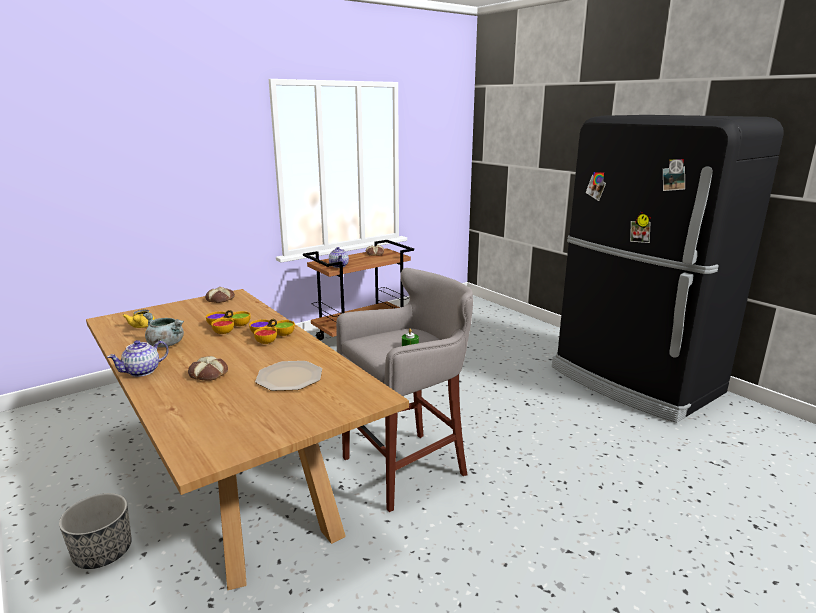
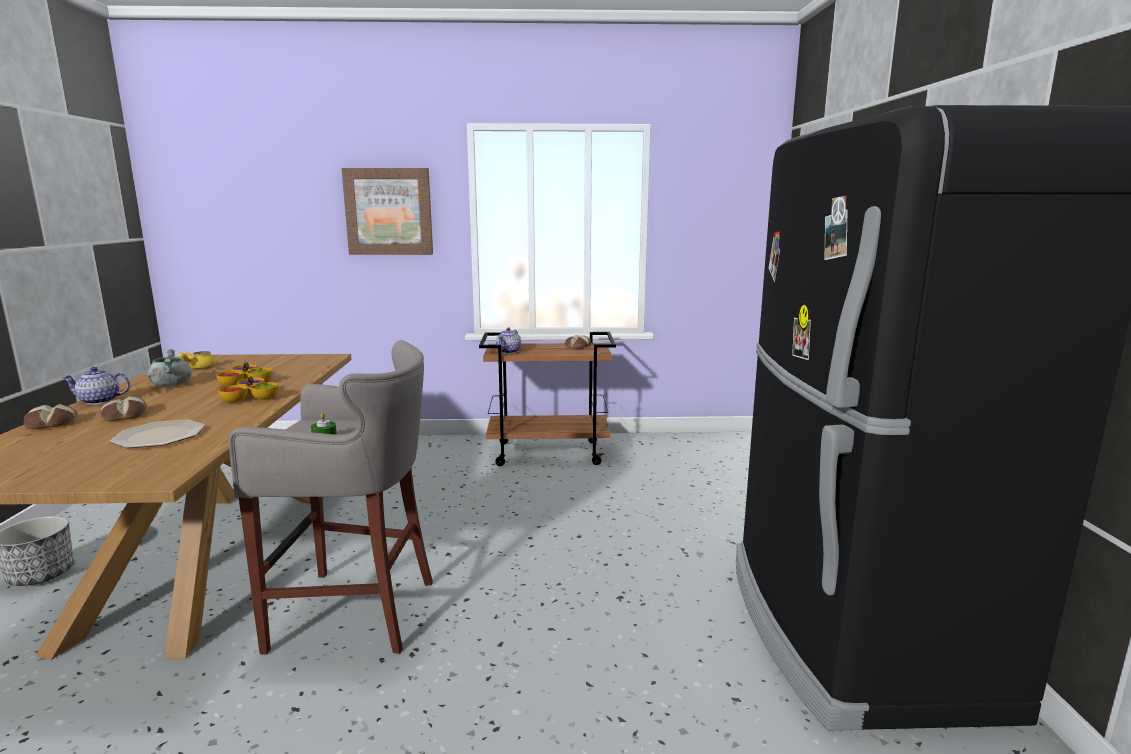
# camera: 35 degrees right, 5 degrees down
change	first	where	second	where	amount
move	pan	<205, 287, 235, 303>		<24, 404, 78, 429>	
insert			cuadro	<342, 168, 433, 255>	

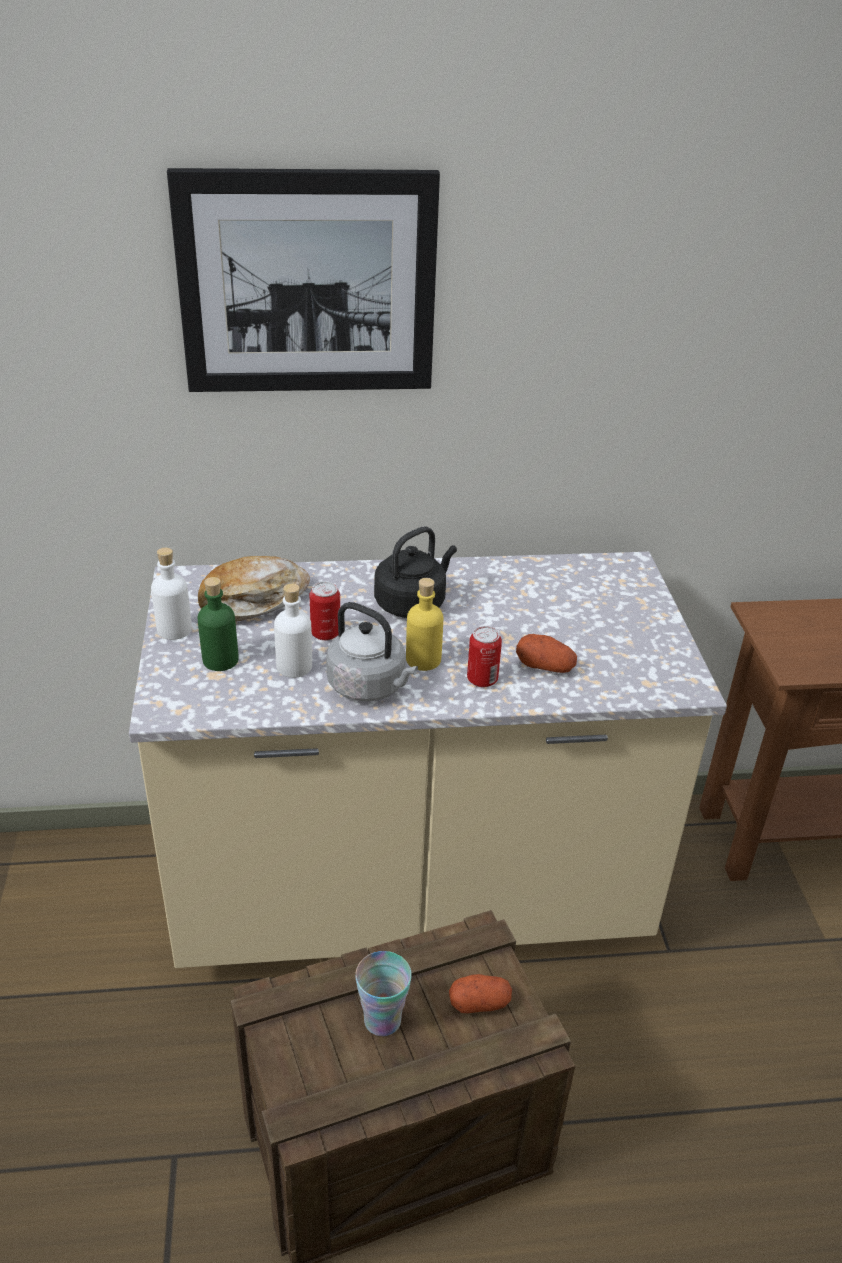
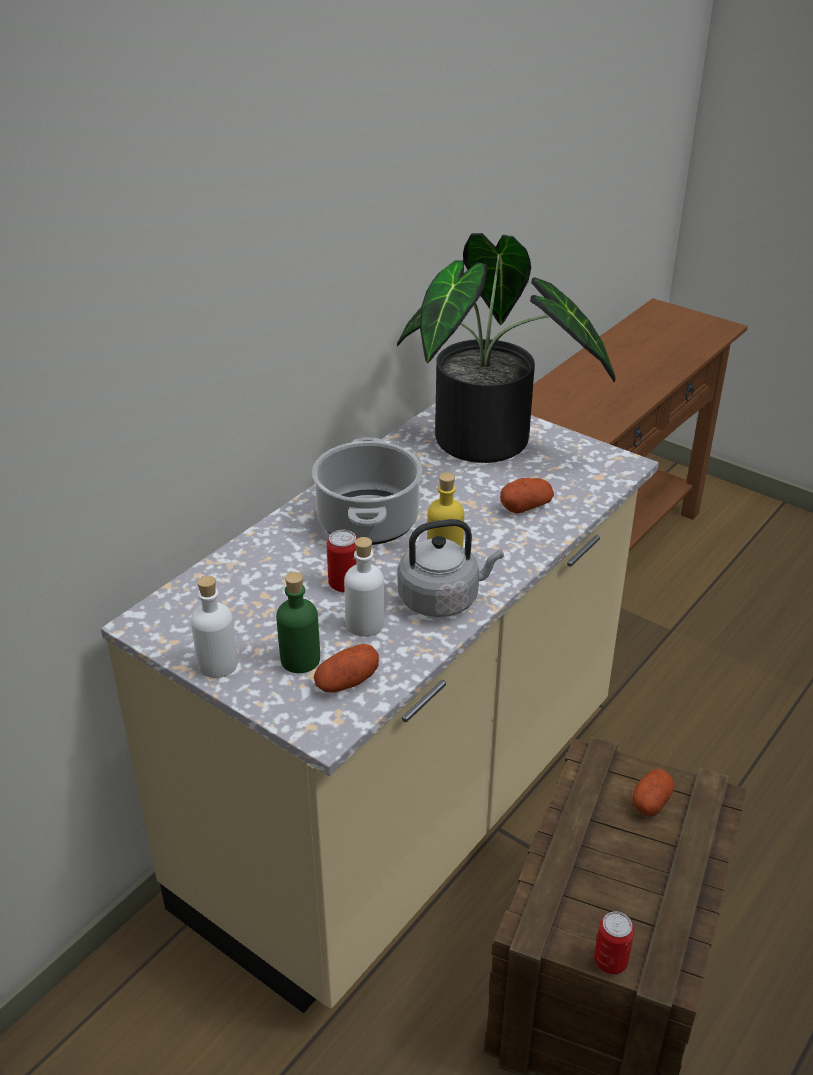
# camera: 45 degrees left, 0 degrees up
change	first	where	second	where	amount
replace	hervidor (negro)	<374, 526, 457, 618>	olla	<312, 437, 422, 545>	
insert			patata	<314, 644, 379, 693>	
insert			planta en maceta	<397, 233, 616, 463>	
move	lata	<467, 626, 502, 688>		<594, 911, 634, 974>	
delete	cuadro	<167, 168, 440, 392>			
delete	pan	<198, 556, 310, 622>			
delete	taza	<355, 951, 412, 1036>			

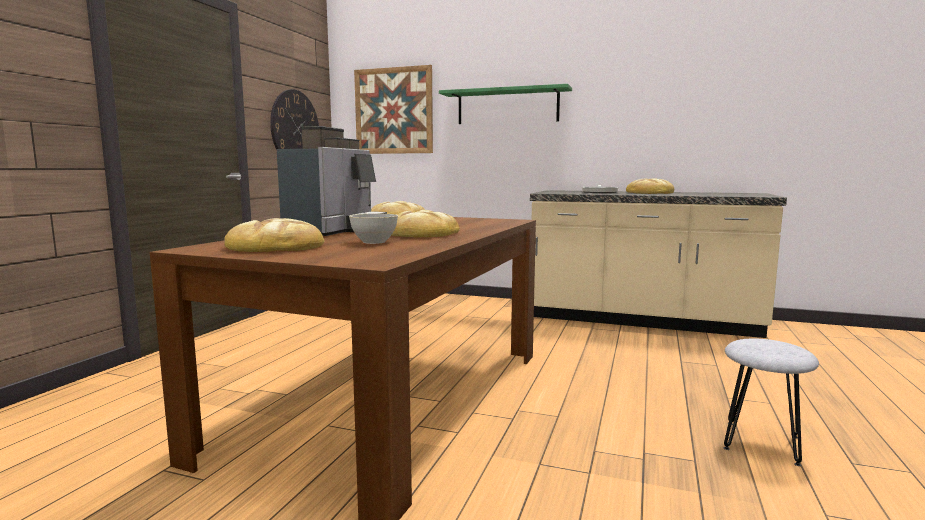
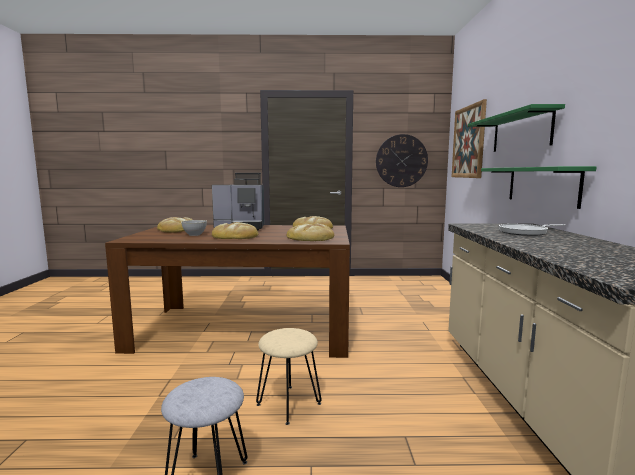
# camera: 70 degrees right, 0 degrees up
change	first	where	second	where	amount
insert			taburete (beis)	<256, 328, 322, 425>	
move	pan	<626, 178, 674, 194>		<286, 224, 334, 241>	
insert			estante (verde)	<481, 166, 596, 209>	

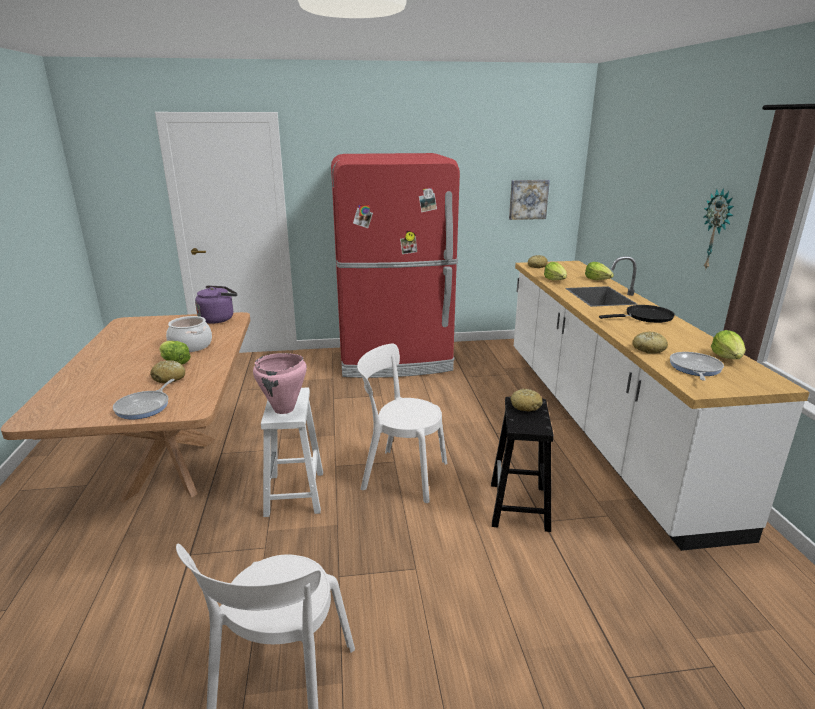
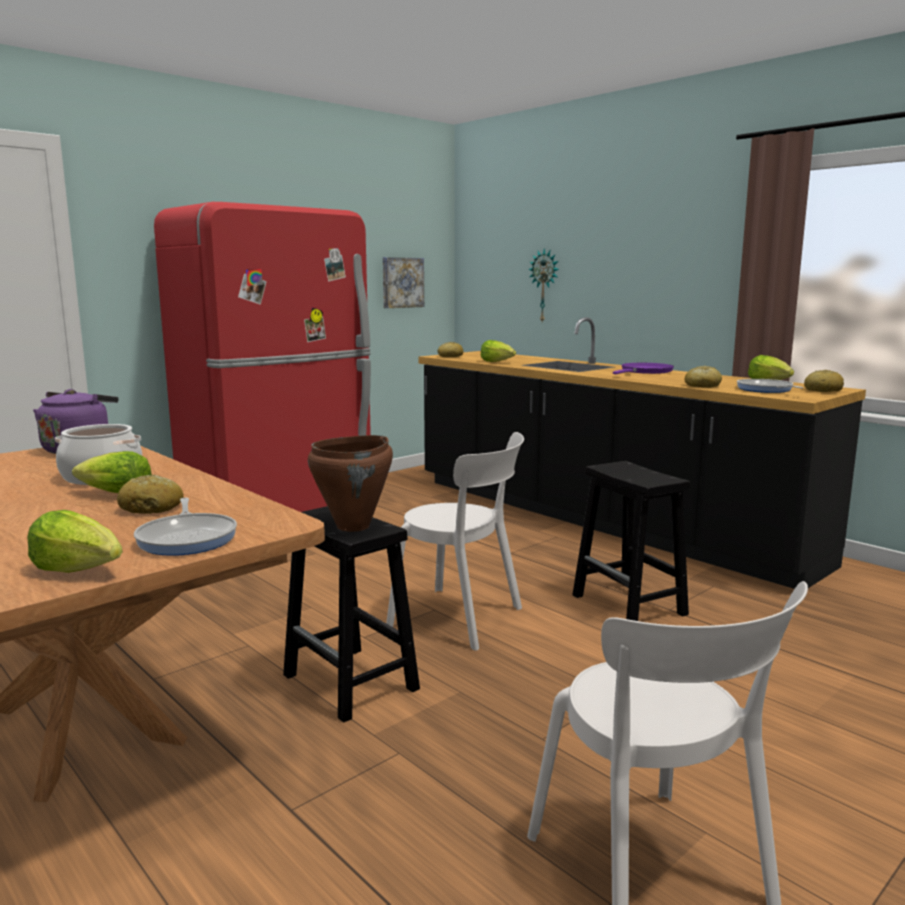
# camera: 35 degrees left, 10 degrees down
change	first	where	second	where	amount
move	lechuga	<585, 262, 614, 280>		<27, 510, 123, 573>	
recolor	taburete (blanco)	<261, 388, 323, 517>	taburete (negro)	<283, 506, 420, 723>	
recolor	olla (rosa)	<253, 353, 307, 414>	olla (marrón)	<308, 435, 393, 532>	
rotate	silla (blanco)	<357, 344, 447, 503>		<386, 432, 524, 650>	135 degrees counterclockwise
recolor	mueble bajo de cocina (blanco)	<514, 256, 810, 551>	mueble bajo de cocina (negro)	<419, 317, 866, 589>	
move	reloj de pared	<704, 188, 734, 270>		<528, 248, 559, 322>	
recolor	sartén (negro)	<599, 305, 675, 323>	sartén (morado)	<613, 363, 674, 374>	
move	pan	<511, 389, 543, 412>		<804, 370, 844, 392>	

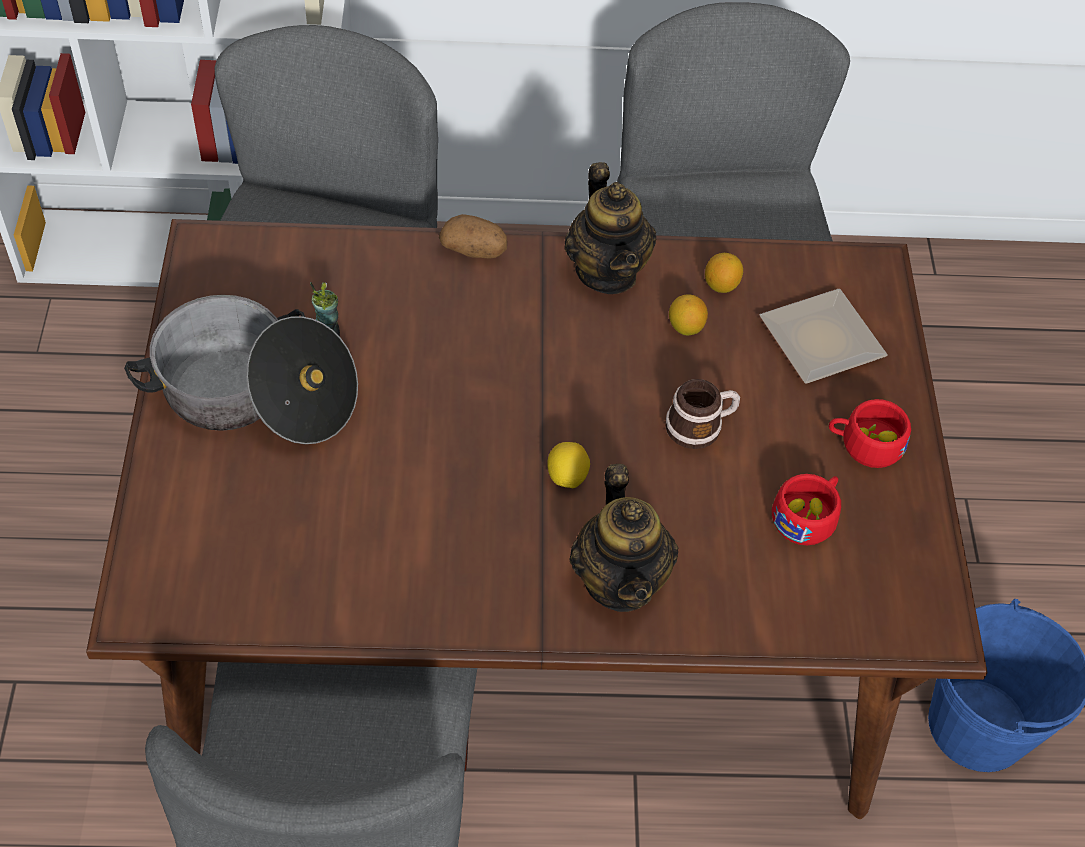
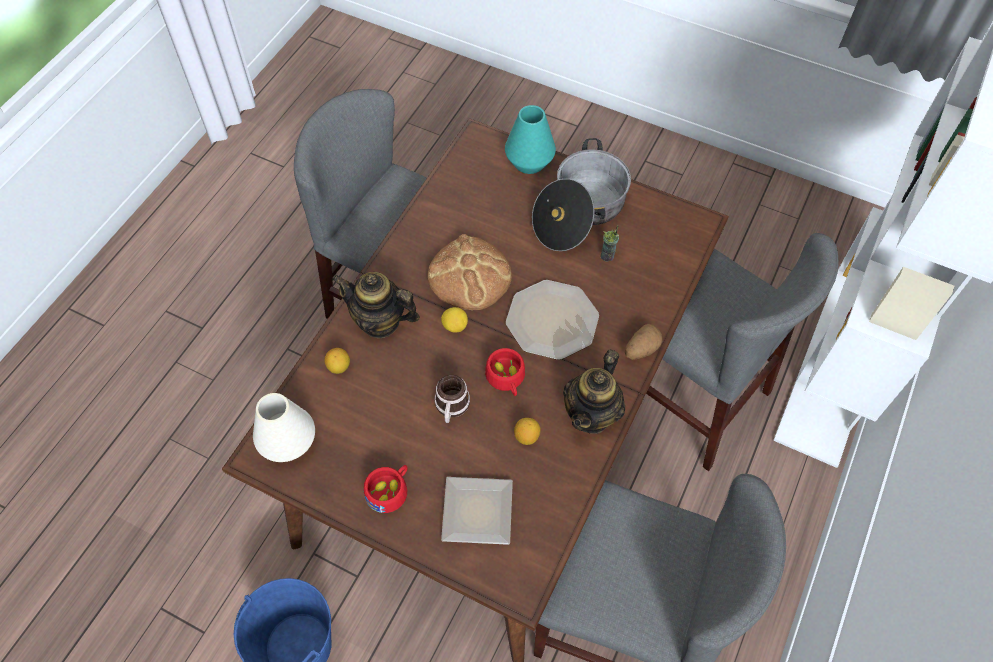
# camera: 120 degrees right, 5 degrees up
change	first	where	second	where	amount
insert			florero (blanco)	<253, 393, 315, 462>	
move	limón	<705, 253, 743, 293>		<324, 348, 350, 374>	
insert			pan	<427, 234, 512, 310>	
move	taza (rojo)	<772, 474, 841, 545>		<485, 348, 525, 396>	
insert			florero (turquesa)	<505, 105, 556, 174>	
insert			plato	<506, 280, 599, 360>	
rotate	tetera	<564, 162, 657, 294>		<563, 349, 625, 434>	75 degrees counterclockwise

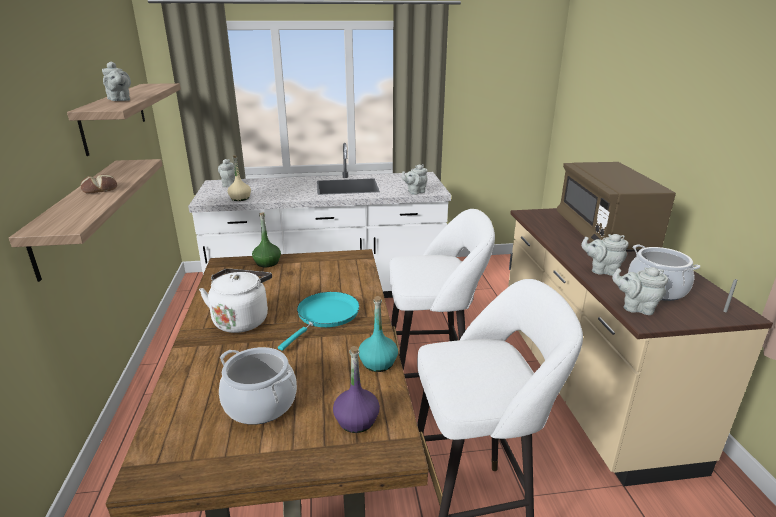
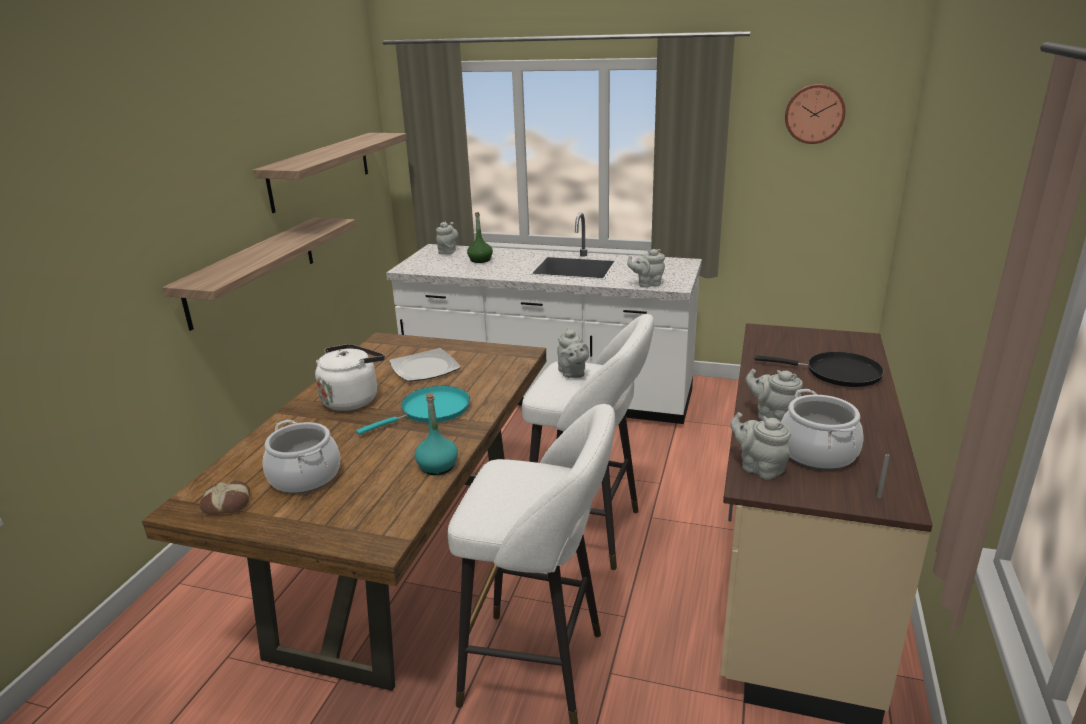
# camera: 25 degrees right, 0 degrees up
change	first	where	second	where	amount
move	pan	<81, 175, 117, 193>		<200, 480, 250, 514>	
insert			plato	<389, 348, 461, 382>	
move	botella (verde)	<252, 212, 281, 267>		<467, 212, 493, 263>	
move	tetera (gris)	<102, 62, 131, 101>		<557, 327, 589, 378>	
replace	microondas (marrón)	<557, 162, 676, 252>	sartén (negro)	<755, 352, 884, 387>	
insert			reloj de pared	<785, 84, 846, 144>	
delete	botella (beis)	<227, 155, 251, 201>			
delete	botella (morado)	<333, 346, 380, 433>			

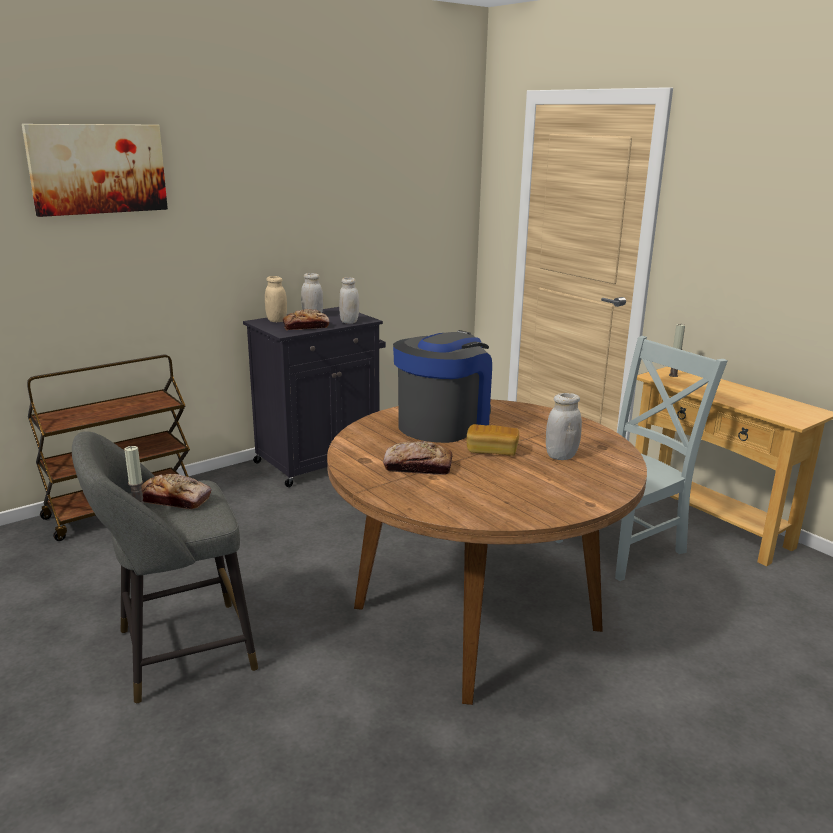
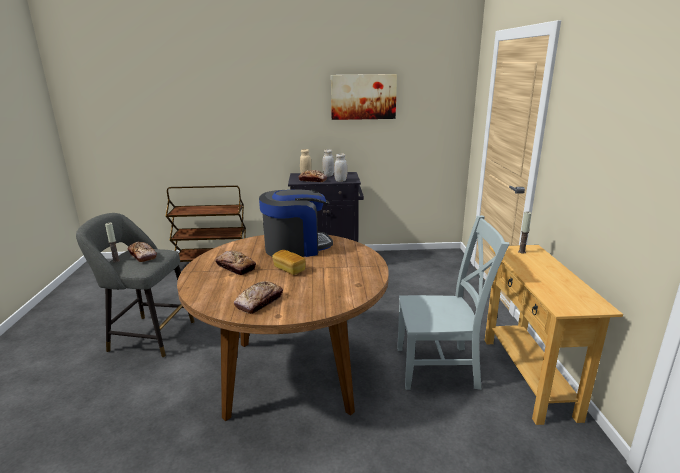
# camera: 35 degrees right, 0 degrees up
change	first	where	second	where	amount
insert			pan	<234, 281, 283, 314>	
move	cuadro	<22, 124, 168, 217>		<331, 74, 397, 120>	
delete	tarro (blanco)	<546, 393, 582, 460>			

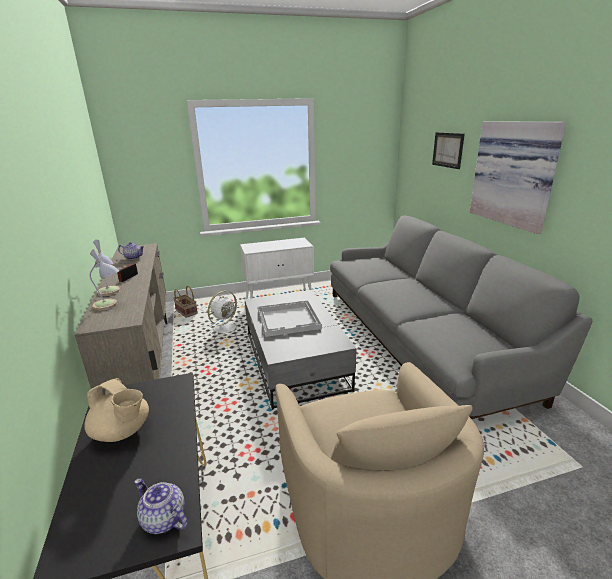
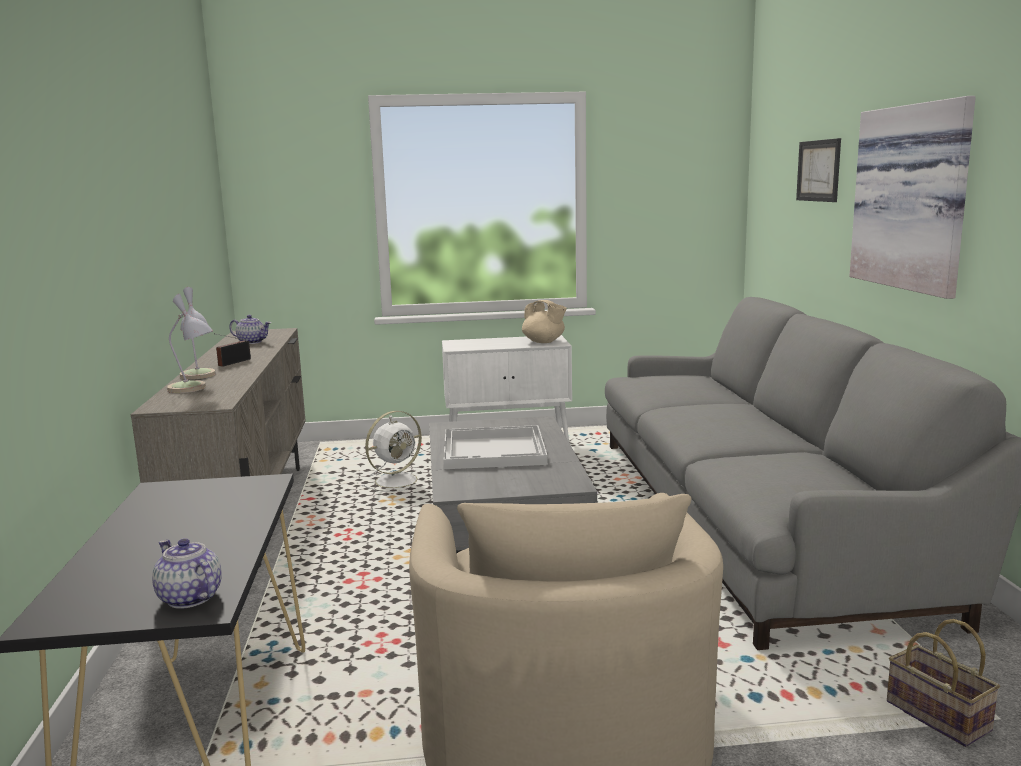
# camera: 10 degrees right, 10 degrees down
change	first	where	second	where	amount
move	tetera (beis)	<84, 378, 149, 442>		<522, 300, 567, 343>	
move	cesta	<173, 285, 198, 318>		<887, 619, 1000, 747>	

